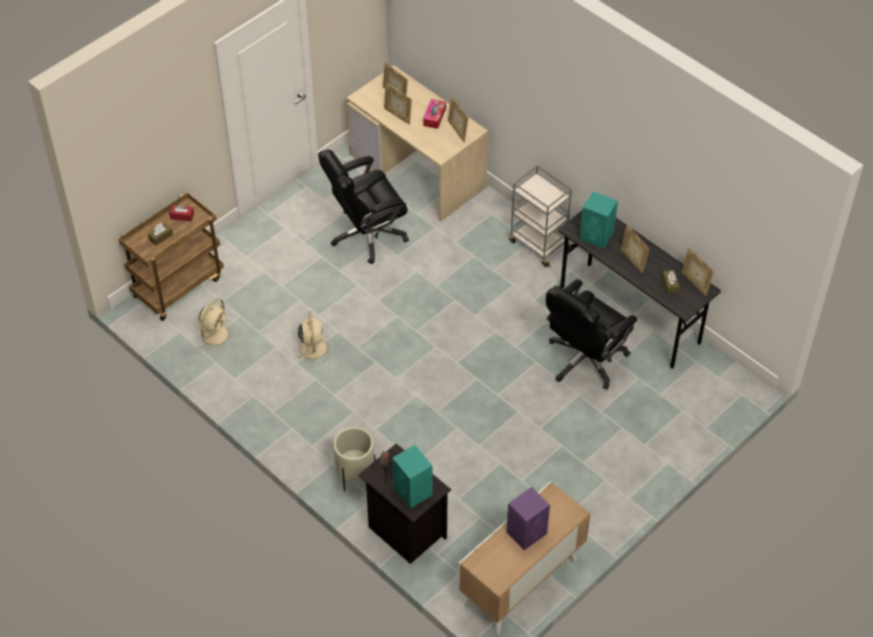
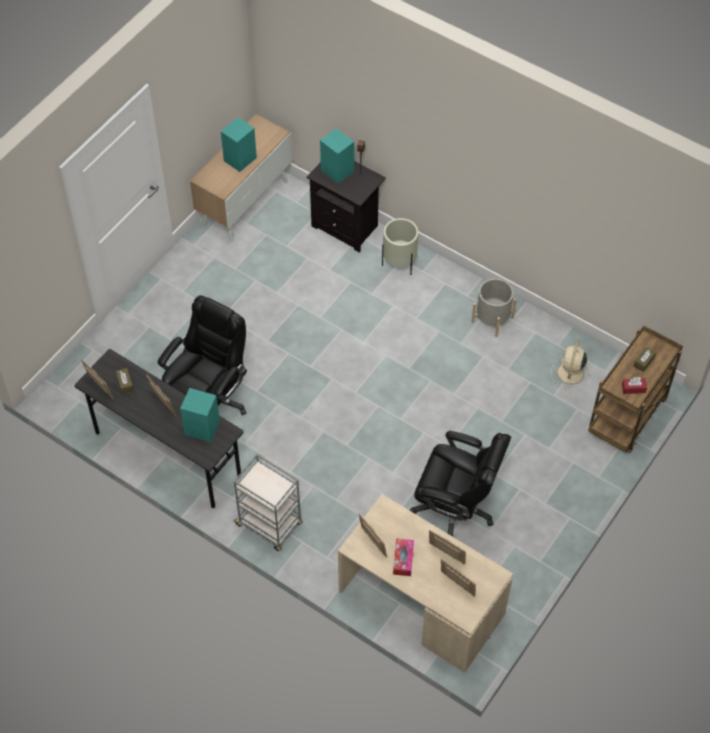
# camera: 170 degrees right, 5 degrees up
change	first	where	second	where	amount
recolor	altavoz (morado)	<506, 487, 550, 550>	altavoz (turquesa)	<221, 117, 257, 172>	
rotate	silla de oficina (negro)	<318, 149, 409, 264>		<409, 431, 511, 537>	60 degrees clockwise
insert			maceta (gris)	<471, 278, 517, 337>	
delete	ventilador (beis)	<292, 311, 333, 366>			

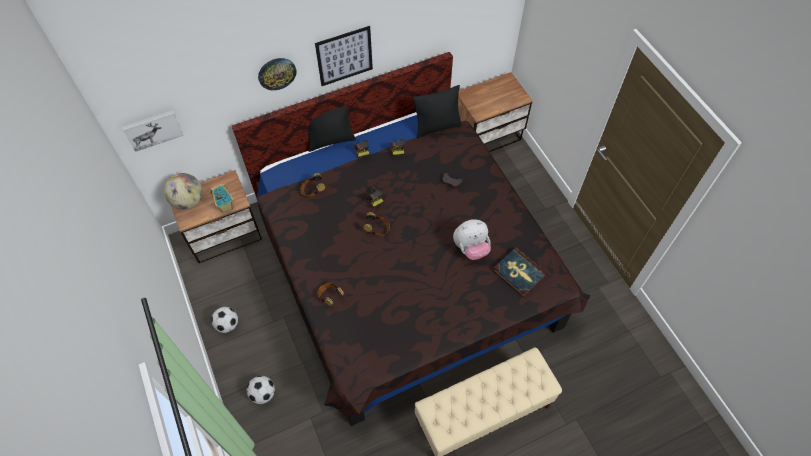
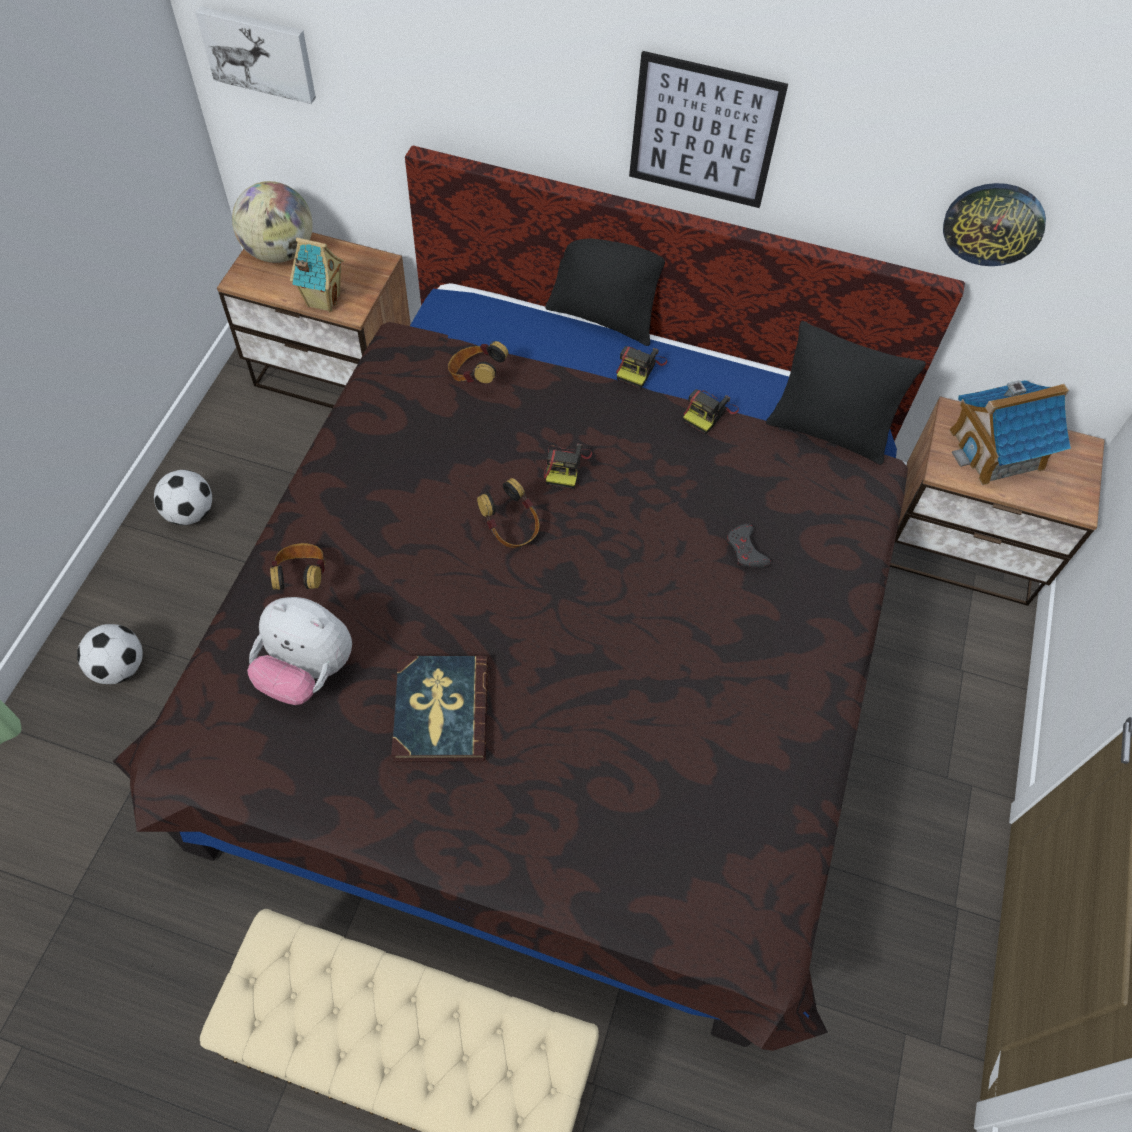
# camera: 40 degrees right, 0 degrees up
change	first	where	second	where	amount
move	peluche	<453, 219, 491, 260>		<247, 597, 352, 705>	
move	libro	<493, 247, 547, 297>		<391, 656, 488, 762>	
move	reloj de pared	<258, 58, 297, 90>		<943, 183, 1046, 266>	
insert			casita	<949, 380, 1071, 485>	

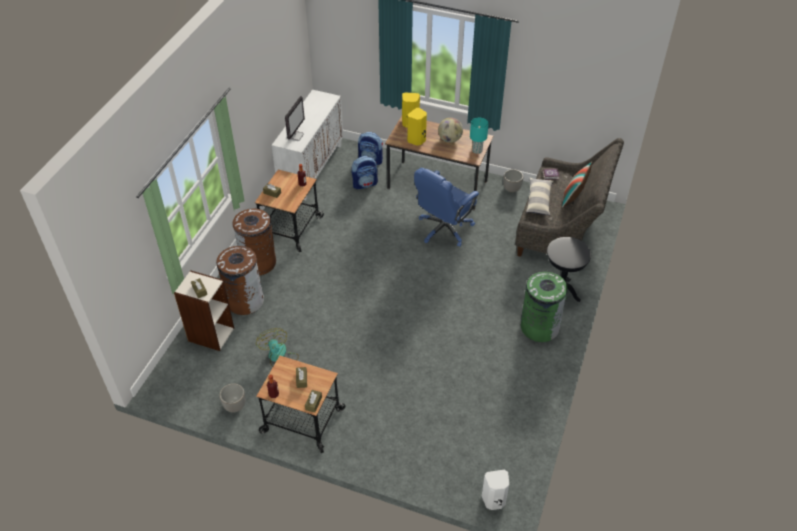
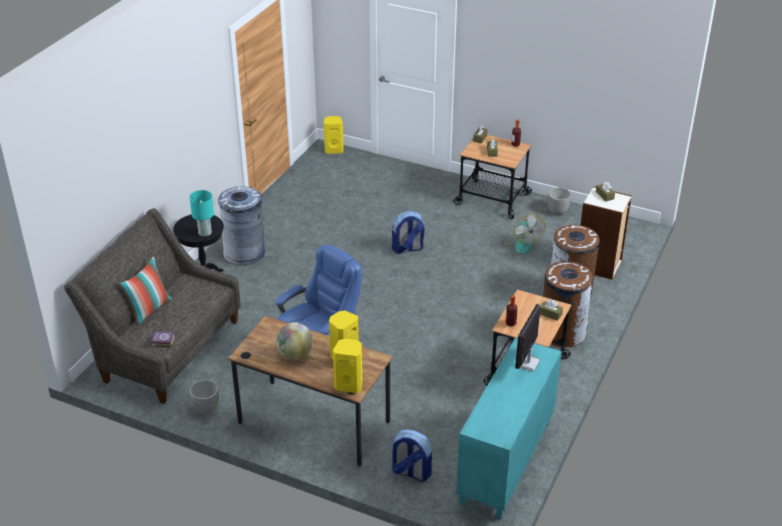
# camera: 175 degrees left, 10 degrees down
change	first	where	second	where	amount
move	lámpara de mesa (turquesa)	<470, 118, 489, 154>		<189, 190, 214, 236>	
recolor	papelera (verde)	<521, 272, 568, 342>	papelera (gris)	<218, 186, 265, 265>	
recolor	altavoz (blanco)	<482, 470, 509, 510>	altavoz (amarillo)	<324, 116, 344, 154>	
move	mochila	<351, 156, 378, 189>		<392, 211, 425, 254>	
recolor	armario (blanco)	<271, 90, 343, 200>	armario (turquesa)	<456, 338, 562, 519>	
delete	cojín	<526, 178, 553, 215>			

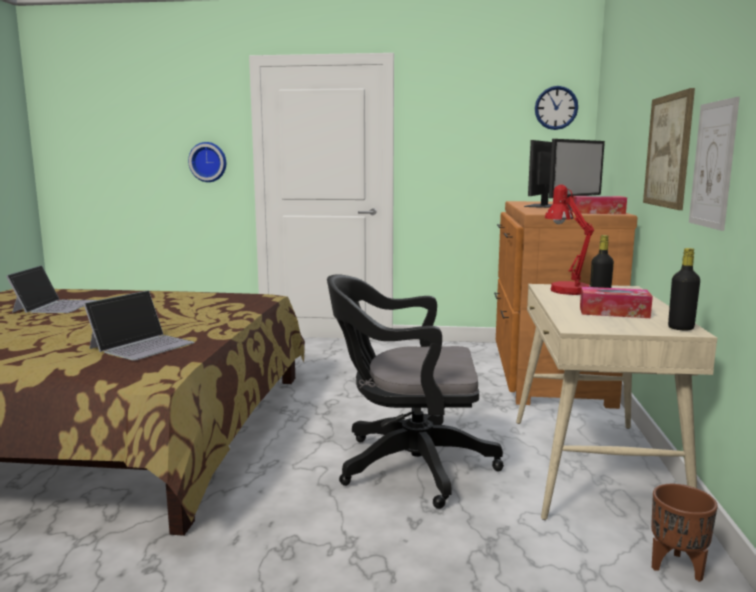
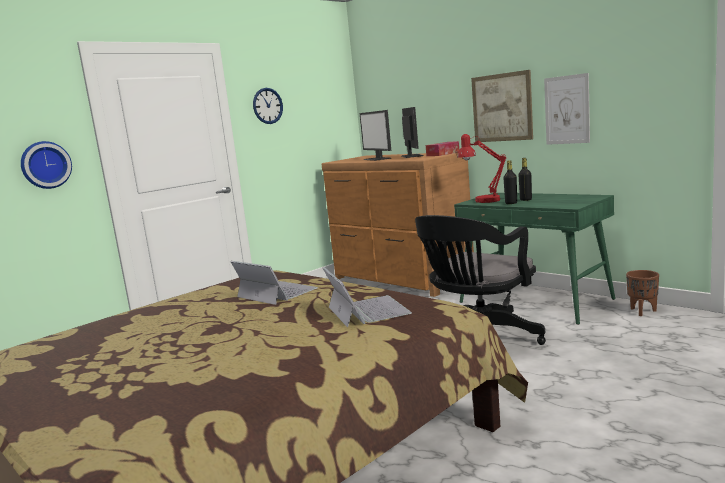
# camera: 50 degrees left, 0 degrees up
change	first	where	second	where	amount
move	portátil	<6, 265, 96, 313>		<231, 261, 318, 305>	
move	reloj de pared	<535, 86, 578, 130>		<253, 88, 283, 124>	
recolor	escritorio (beis)	<516, 284, 717, 520>	escritorio (verde)	<454, 193, 615, 325>	
move	botella (negro)	<668, 248, 700, 330>		<504, 160, 517, 204>	
delete	caja de pañuelos	<580, 287, 653, 318>			

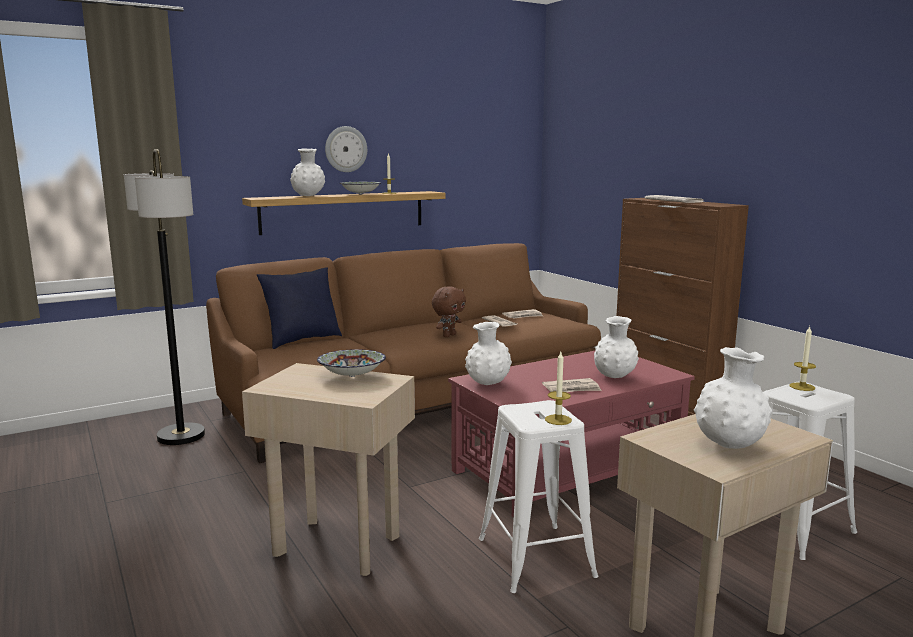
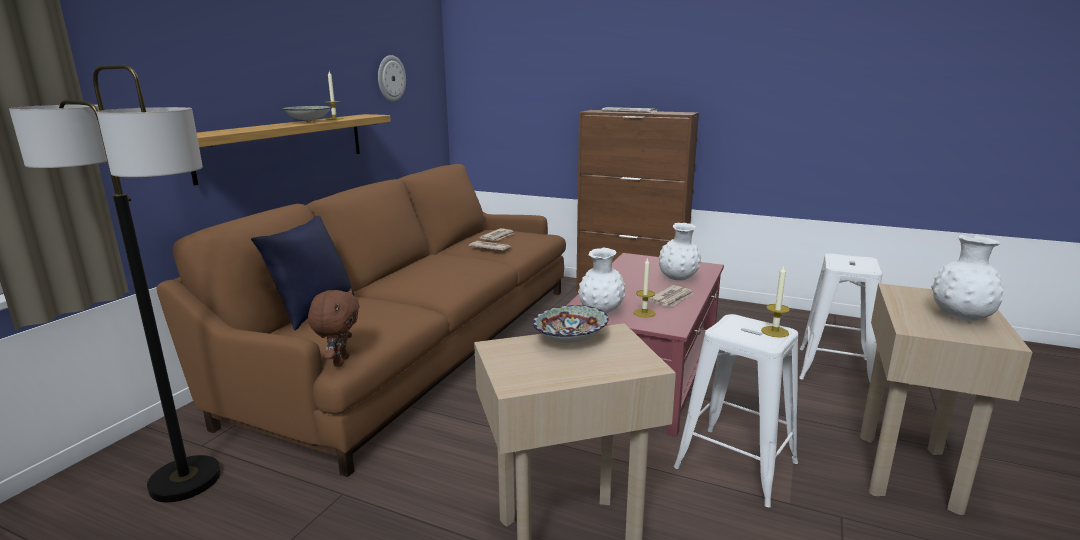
# camera: 35 degrees left, 5 degrees up
change	first	where	second	where	amount
move	peluche (marrón)	<432, 286, 466, 337>		<308, 289, 360, 366>	
move	reloj de pared	<325, 126, 367, 172>		<378, 55, 406, 102>	
move	vela	<789, 327, 816, 391>		<634, 257, 655, 317>	
delete	florero (blanco)	<290, 148, 325, 196>			

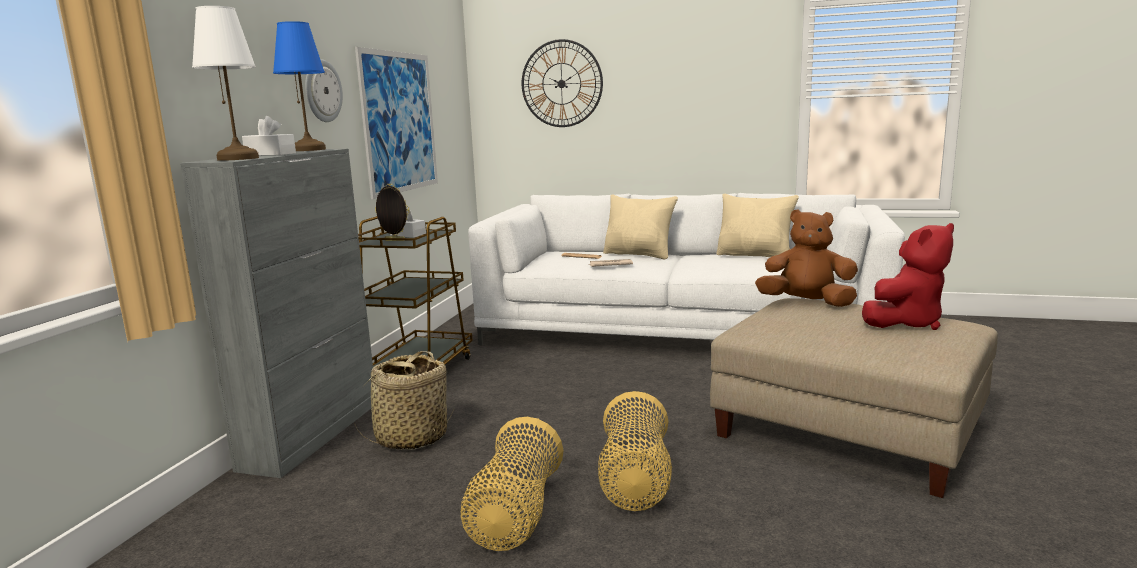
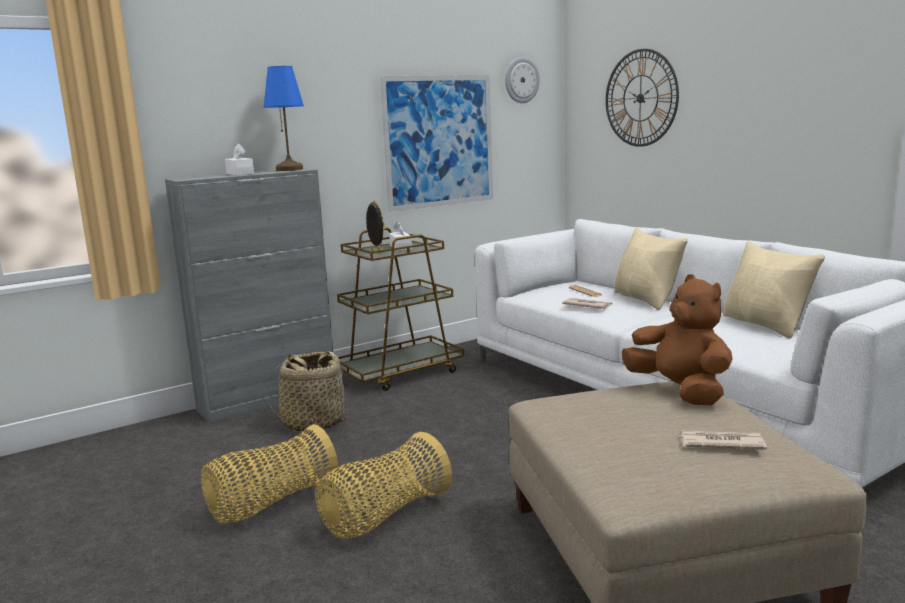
# camera: 40 degrees right, 0 degrees up
change	first	where	second	where	amount
move	reloj de pared	<305, 59, 343, 122>		<505, 57, 540, 103>	
replace	peluche (rojo)	<862, 223, 954, 330>	periódico	<677, 431, 767, 450>	
delete	lámpara de mesa (blanco)	<192, 6, 259, 161>			

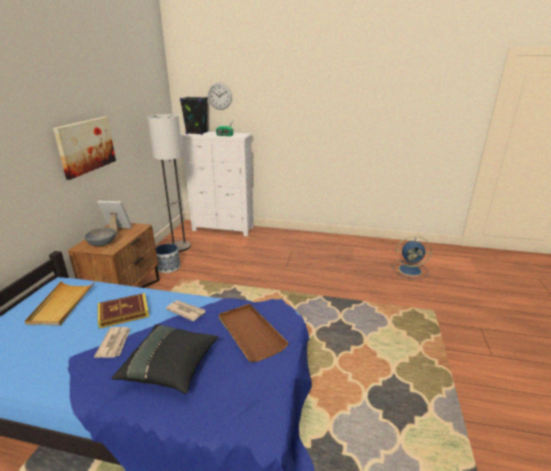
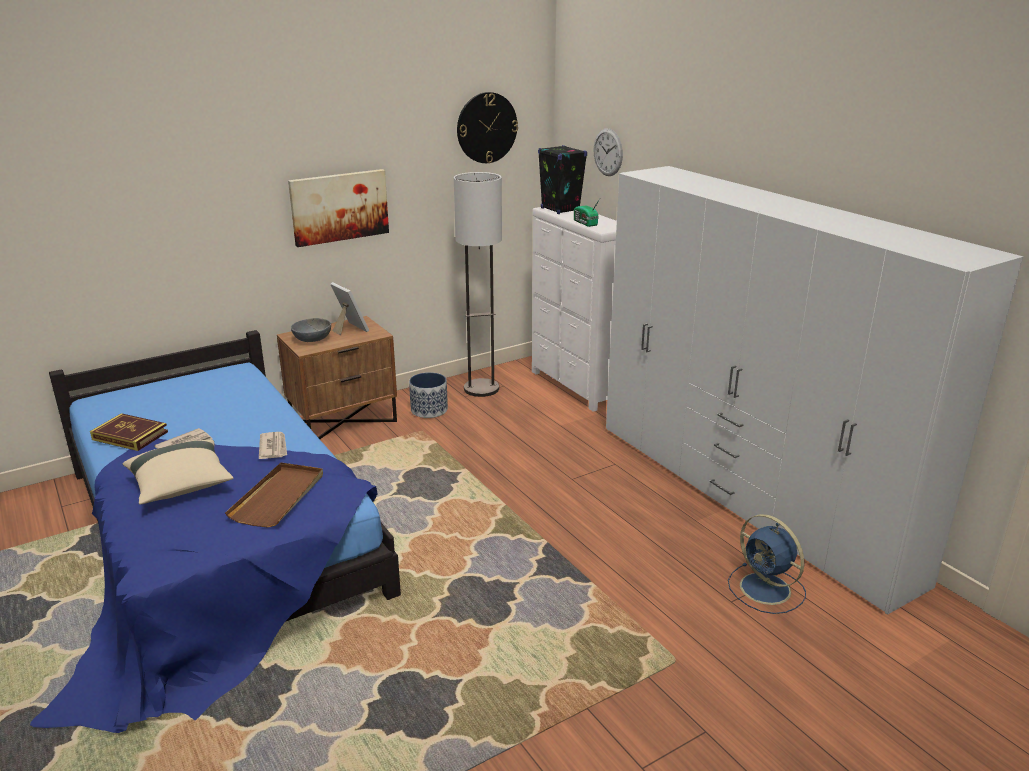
# camera: 45 degrees right, 0 degrees up
change	first	where	second	where	amount
move	libro	<98, 293, 149, 329>		<90, 413, 168, 451>	
recolor	cojín (negro)	<112, 324, 218, 394>	cojín (beis)	<123, 440, 234, 505>	
insert			reloj de pared	<457, 92, 518, 163>	
insert			armario ropero (blanco)	<606, 166, 1023, 615>	
delete	bandeja (beis)	<25, 281, 95, 326>			

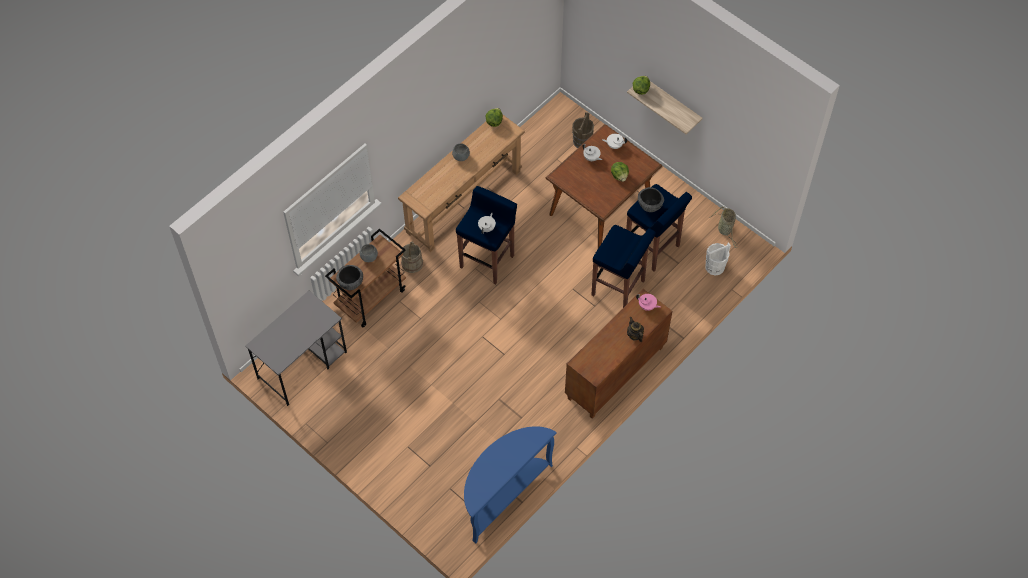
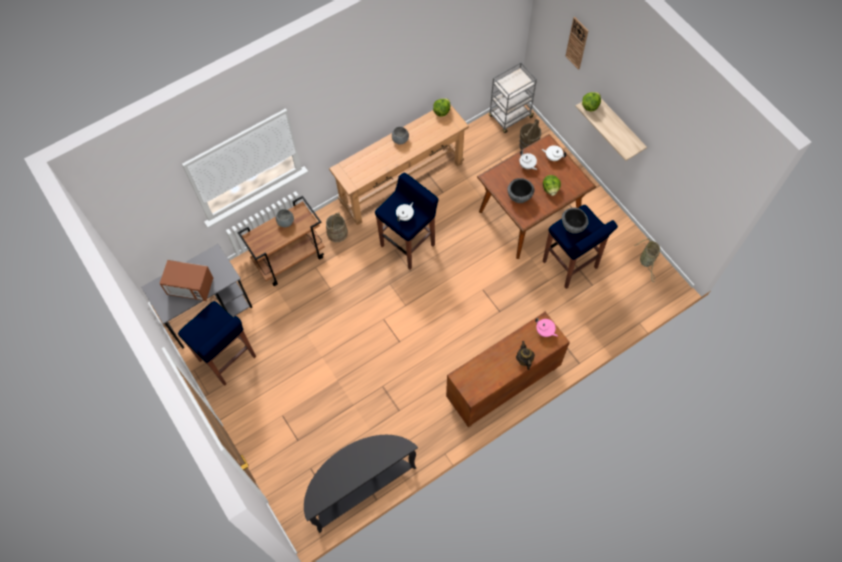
# camera: 15 degrees right, 5 degrees up
change	first	where	second	where	amount
insert			microondas	<159, 260, 213, 301>	
move	taburete (azul)	<591, 225, 656, 308>		<178, 301, 256, 386>	
recolor	mesa consola (azul)	<464, 426, 557, 544>	mesa consola (negro)	<304, 435, 418, 533>	
insert			carrito (gris)	<489, 62, 537, 133>	
move	cuenco	<336, 265, 363, 290>		<507, 178, 534, 203>	
insert			reloj de pared	<566, 17, 588, 70>	
delete	cubo (blanco)	<705, 242, 731, 276>			

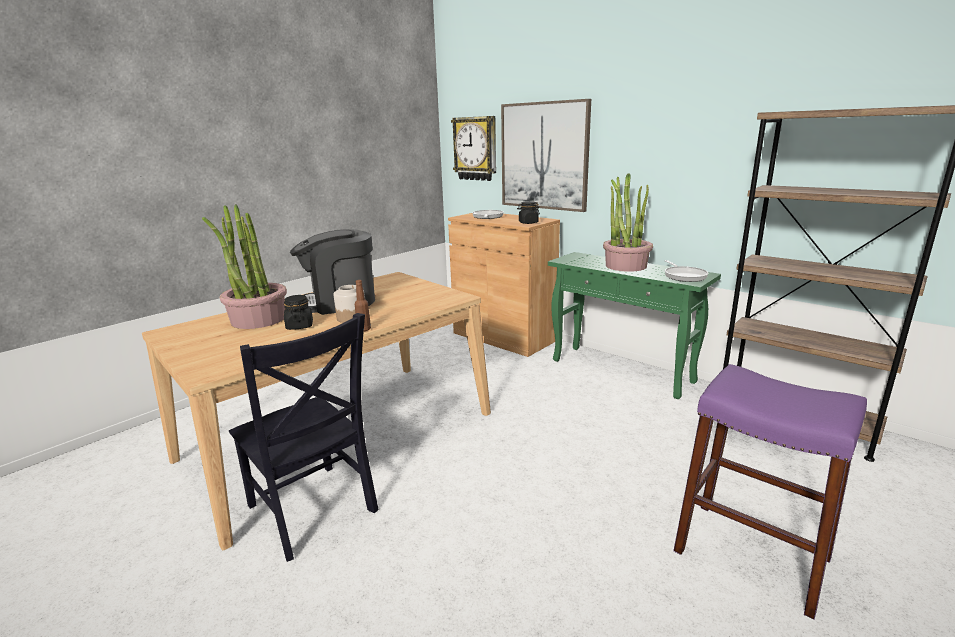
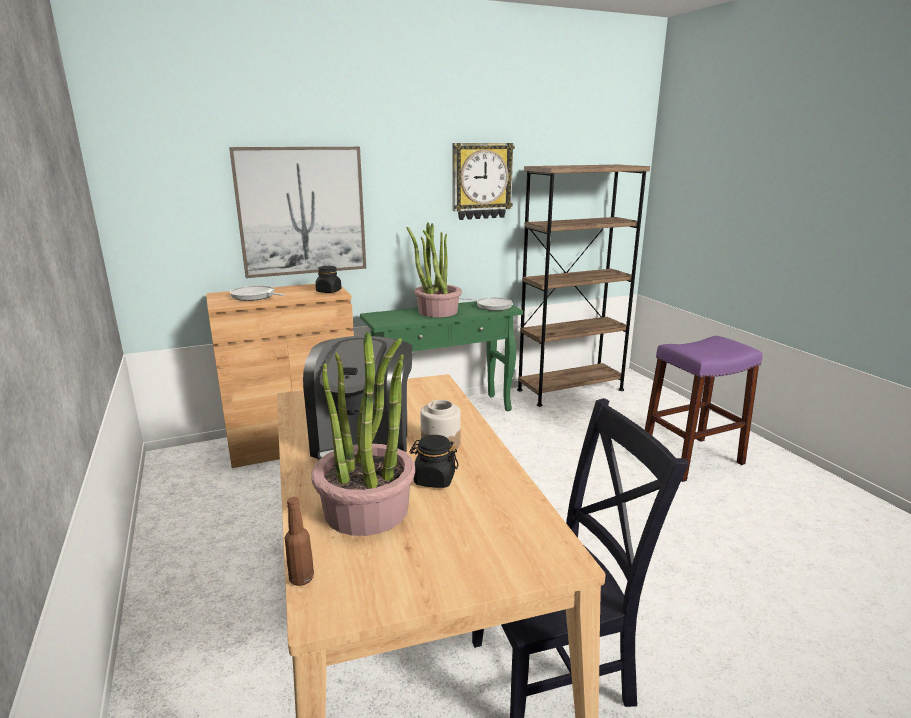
# camera: 65 degrees left, 0 degrees up
change	first	where	second	where	amount
move	botella (marrón)	<355, 280, 371, 331>		<285, 497, 314, 586>	
move	reloj de pared	<451, 116, 496, 181>		<452, 143, 515, 220>	

